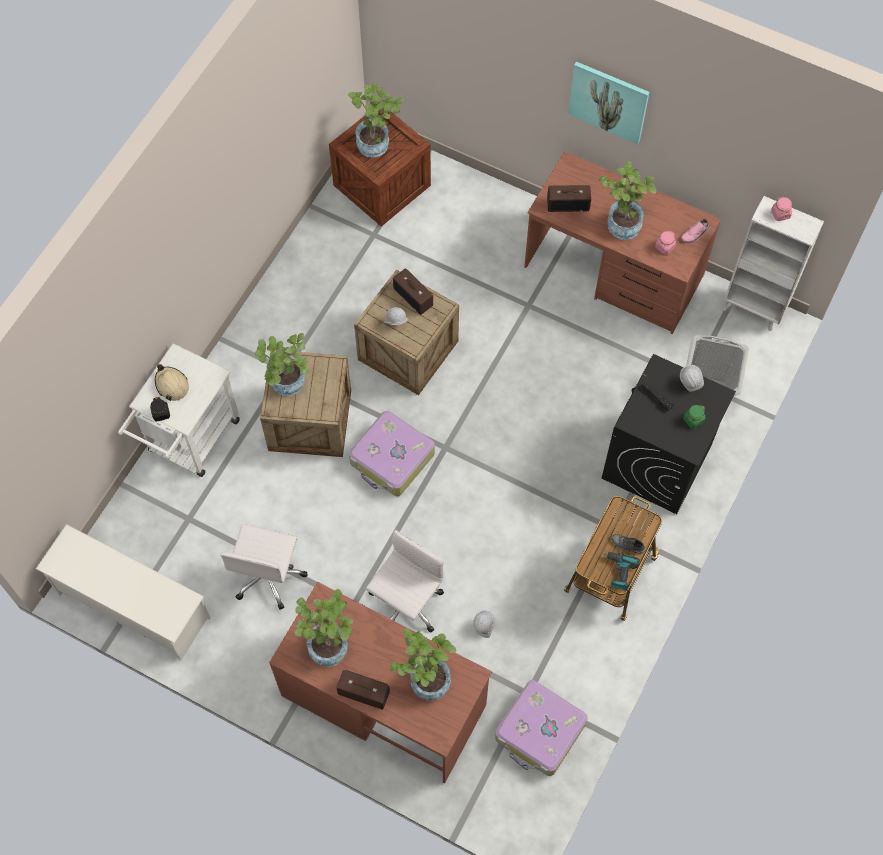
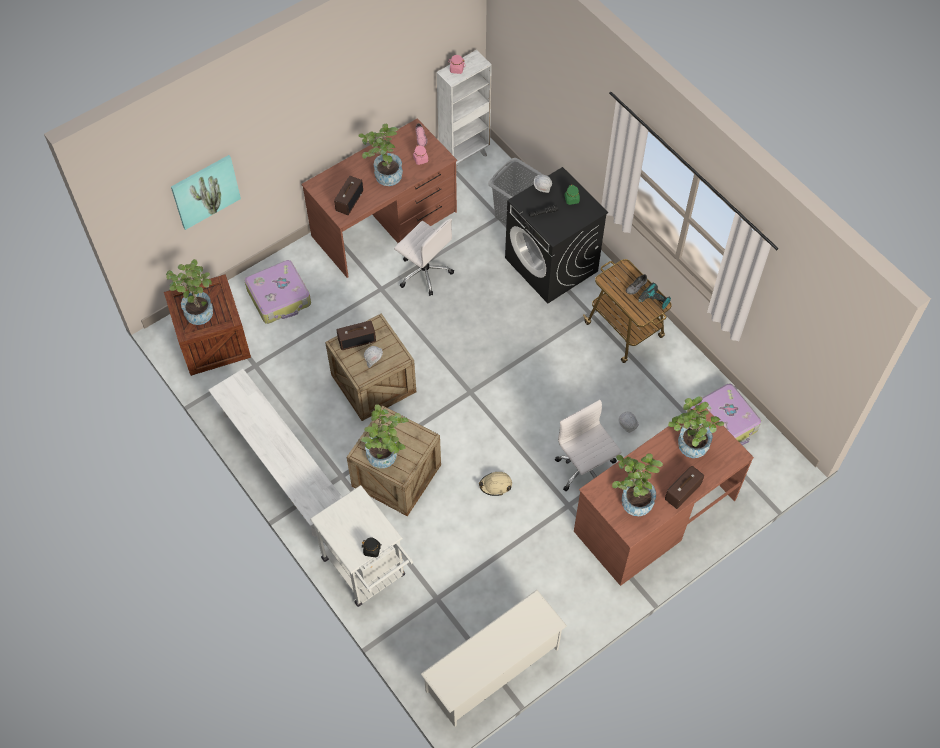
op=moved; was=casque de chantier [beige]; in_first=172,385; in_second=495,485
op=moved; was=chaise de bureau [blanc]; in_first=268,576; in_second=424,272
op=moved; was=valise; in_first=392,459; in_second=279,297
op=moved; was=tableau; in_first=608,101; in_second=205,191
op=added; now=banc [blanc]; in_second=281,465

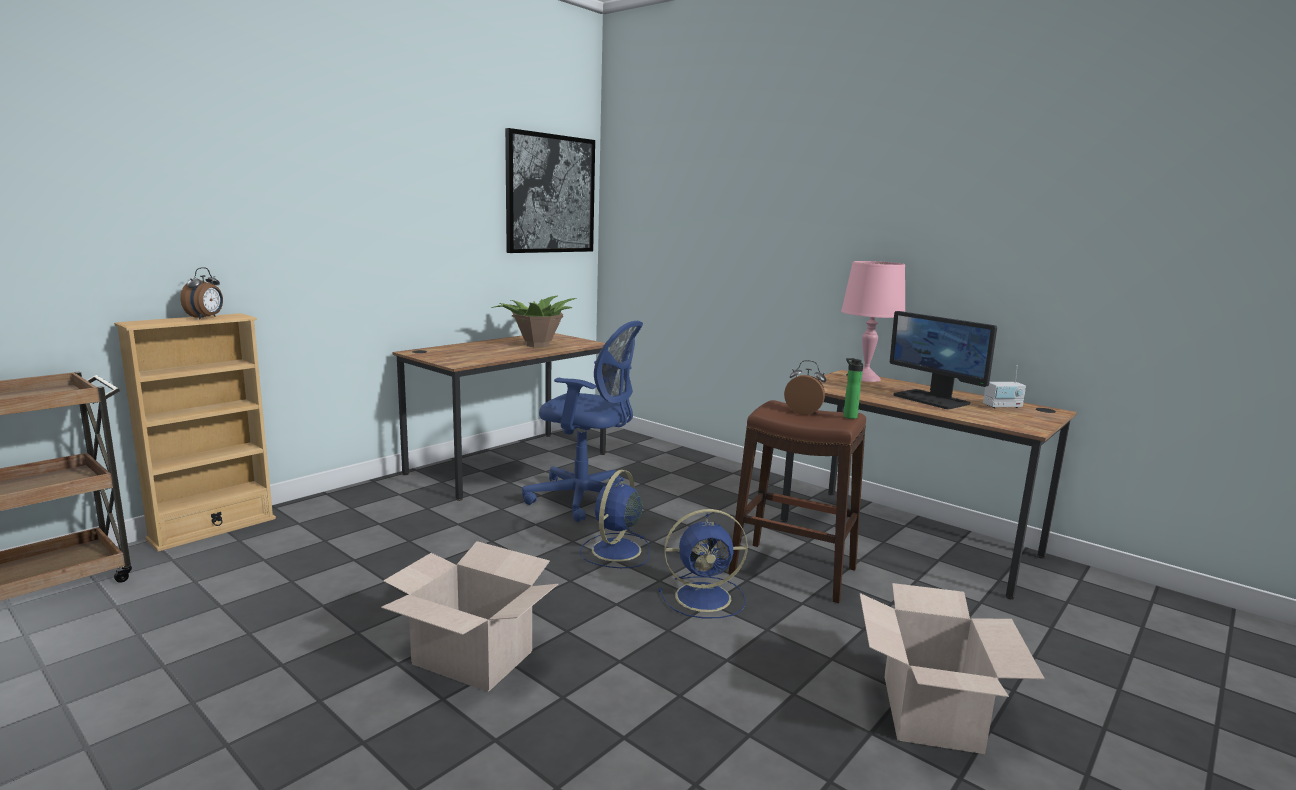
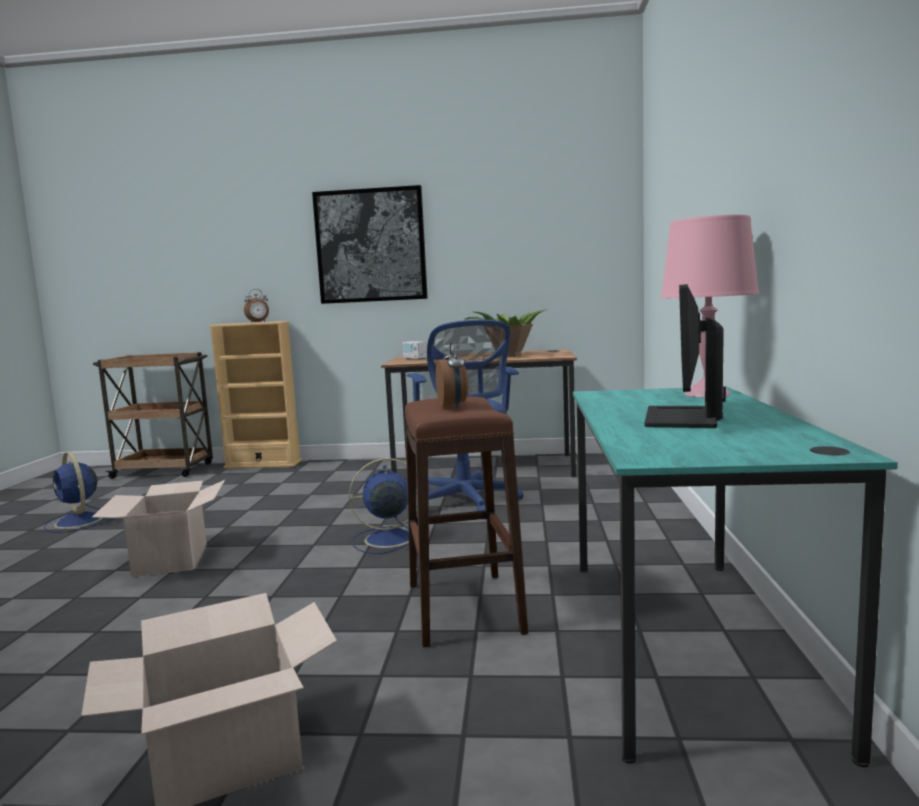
op=moved; was=tableau; in_first=550,194; in_second=371,246
op=moved; was=ventilateur [bleu]; in_first=705,597; in_second=79,522
op=recoloured; was=bureau [marron]; now=bureau [turquoise]; in_first=907,538; in_second=685,640
op=removed; was=bouteille; in_first=849,416
op=moved; was=radio; in_first=1002,406; in_second=415,359

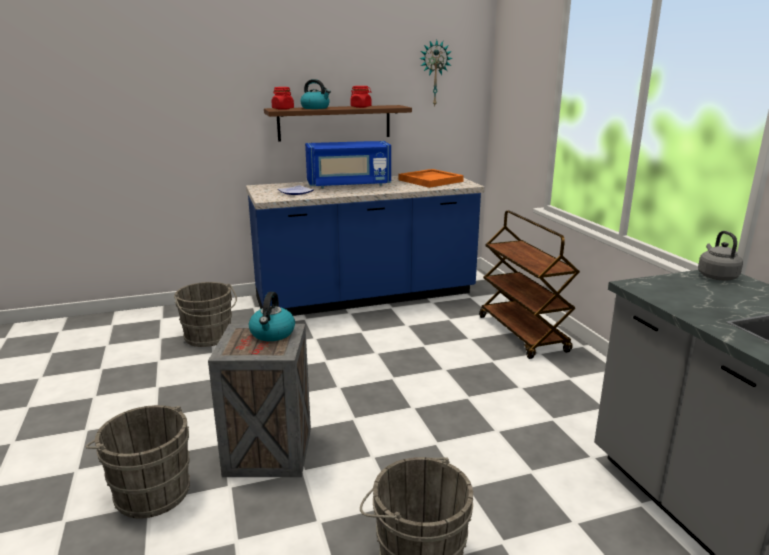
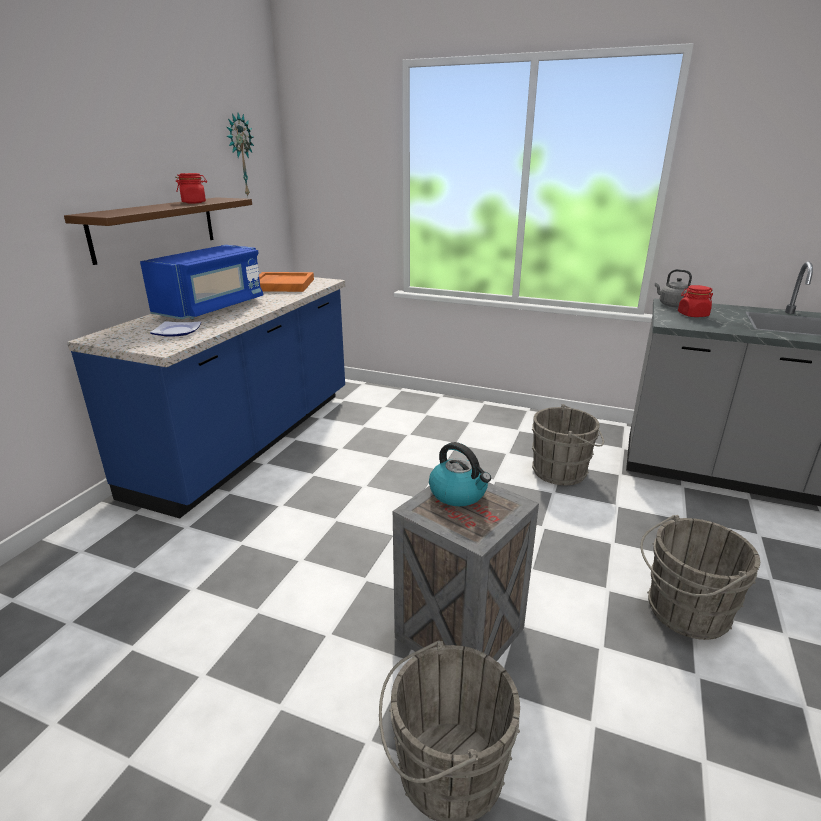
op=moved; was=seau [gris]; in_first=209,338; in_second=563,471
op=moved; was=bocal [rouge]; in_first=283,109; in_second=692,315
op=removed; was=bouilloire; in_first=315,108
op=removed; was=chariot [marron]; in_first=523,334

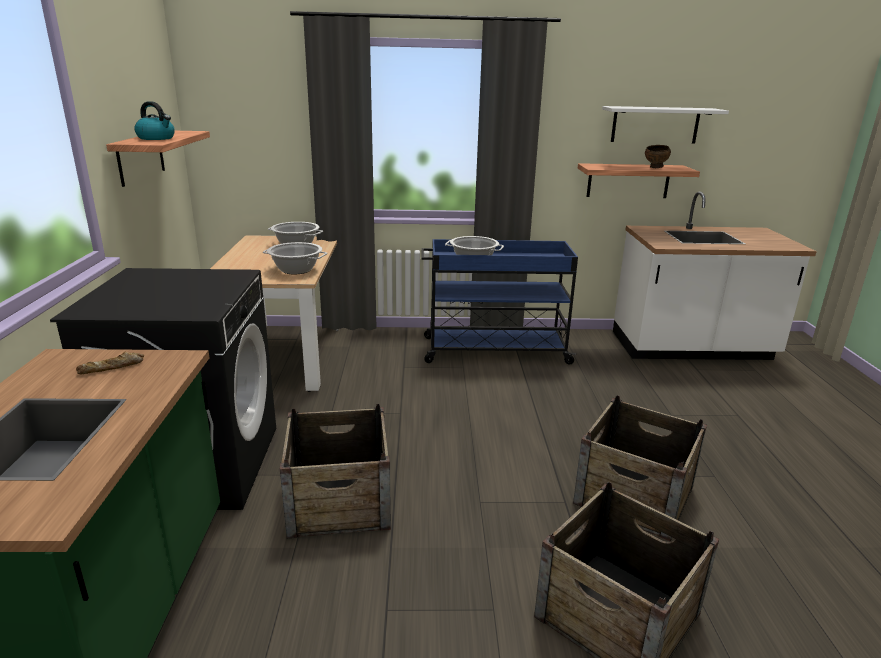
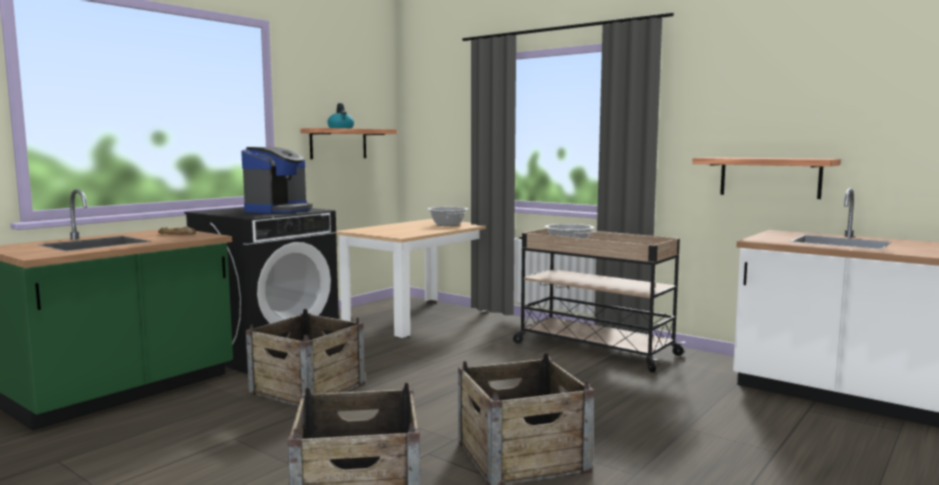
op=removed; was=marmite; in_first=296,270
op=recoloured; was=chariot [bleu]; now=chariot [beige]; in_first=493,350; in_second=593,348
op=removed; was=étagère [blanc]; in_first=655,125
op=removed; was=bol [marron]; in_first=655,167
op=added; now=machine à café; in_second=278,210

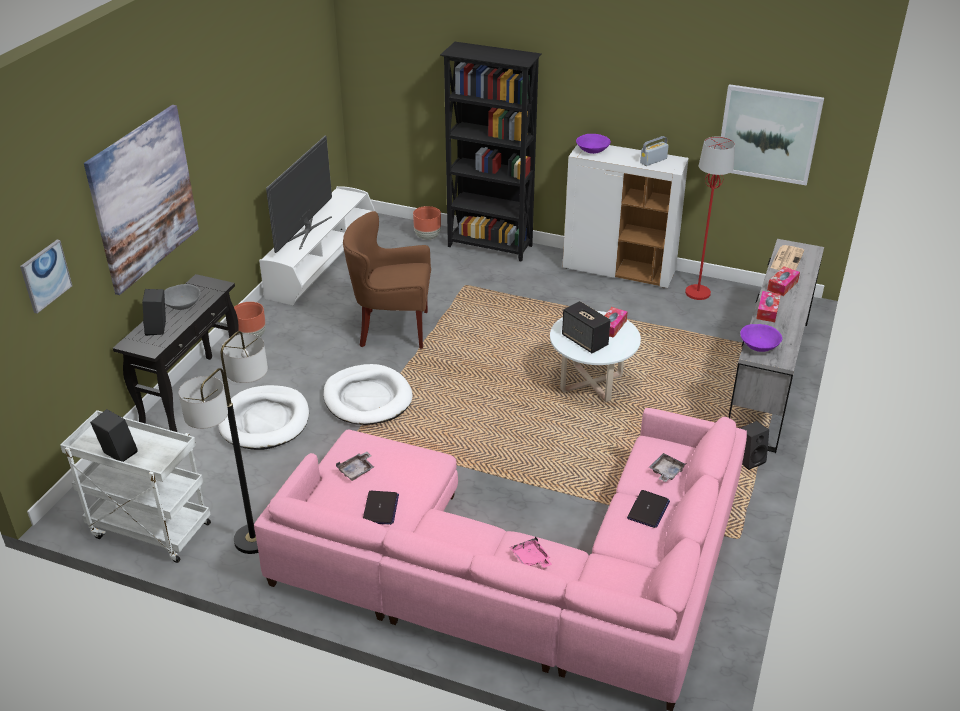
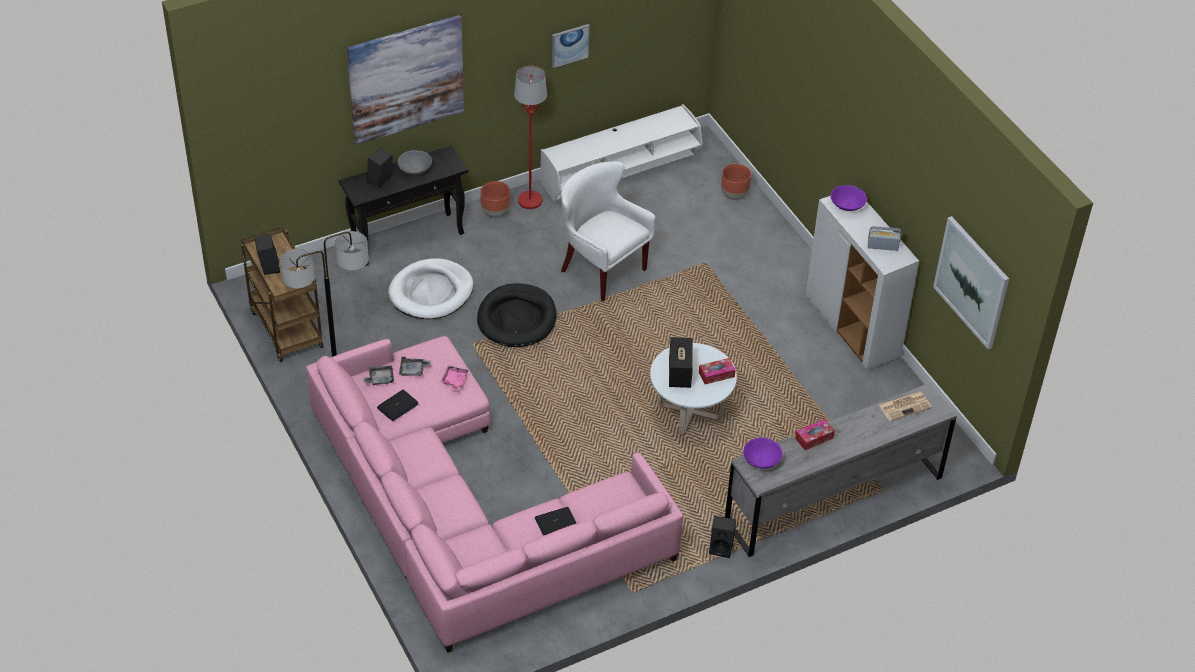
op=moved; was=tableau; in_first=45,276; in_second=570,45
op=recoloured; was=chariot [blanc]; now=chariot [marron]; in_first=149,530; in_second=285,328
op=removed; was=téléviseur; in_first=306,230
op=recoloured; was=panier pour chien [blanc]; now=panier pour chien [noir]; in_first=367,398; in_second=517,319
op=recoloured; was=fauteuil [marron]; now=fauteuil [blanc]; in_first=392,329; in_second=601,269
op=removed; was=bibliothèque [noir]; in_first=490,247
op=moved; was=plateau [rose]; in_first=530,559; in_second=454,381
op=moved; was=plateau [gris]; in_first=666,472; in_second=380,378
op=moved; was=lampadaire [rouge]; in_first=698,293; in_second=530,200
op=removed; was=boîte à mouchoirs; in_first=782,285

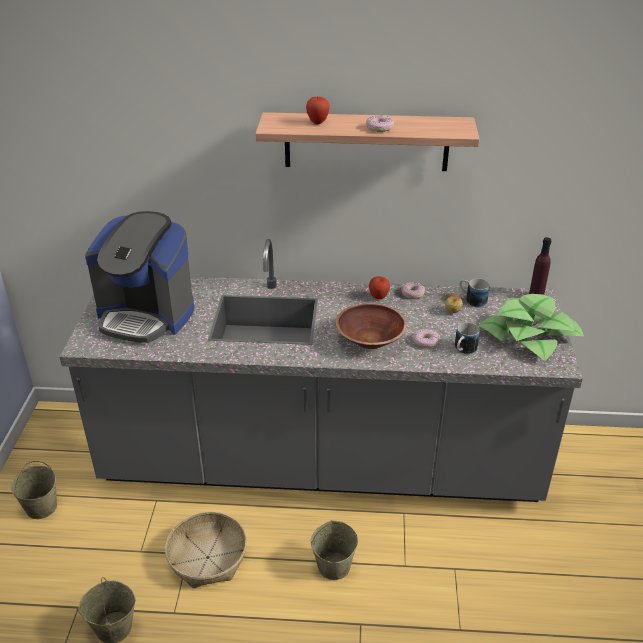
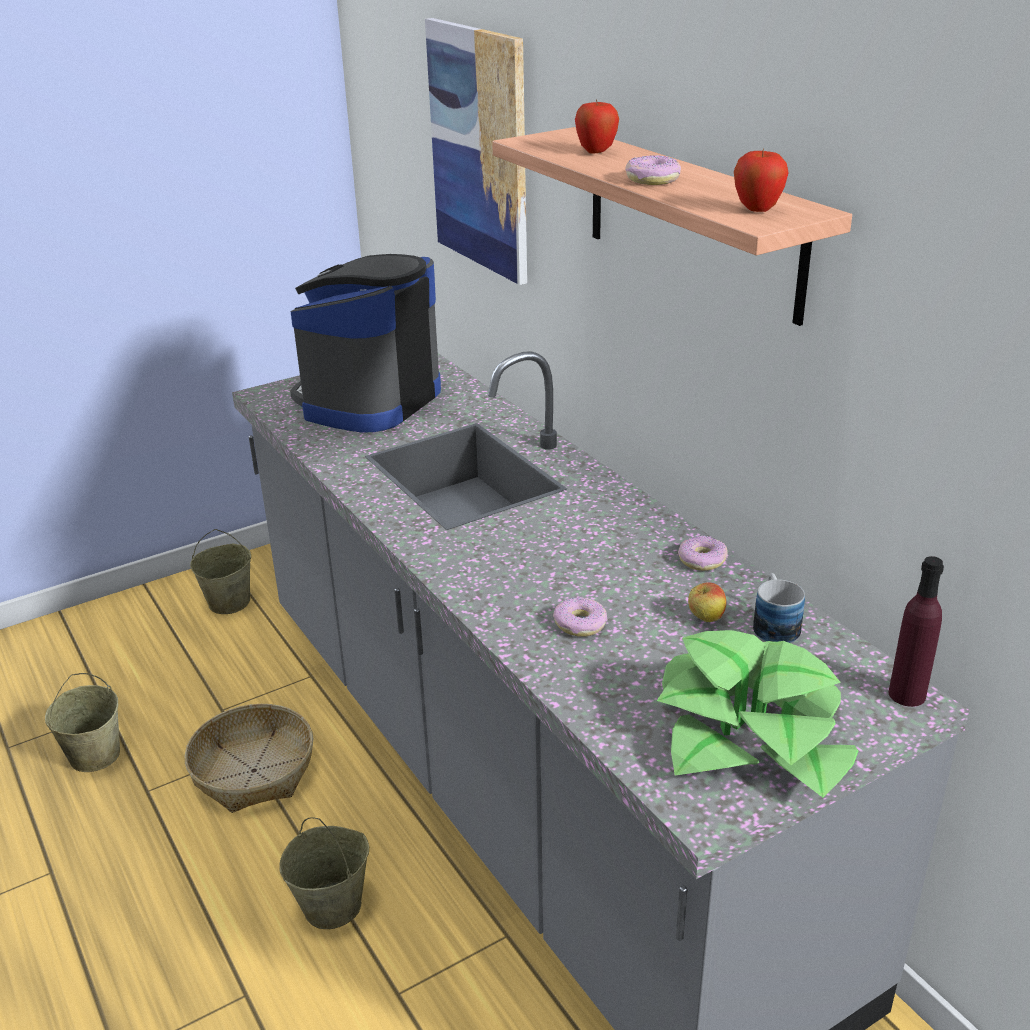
op=turned; was=machine à café; in_first=146,315; in_second=368,400; clockwise=45
op=removed; was=bol [marron]; in_first=370,340
op=moved; was=pomme; in_first=378,297; in_second=757,210
op=removed; was=mug; in_first=463,350
op=added; now=tableau; in_second=480,150

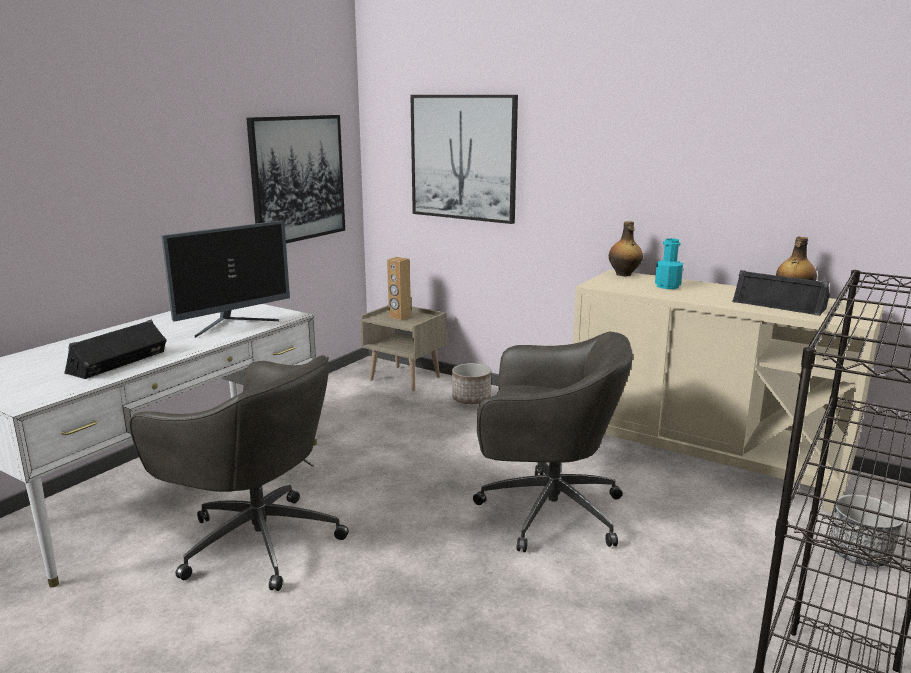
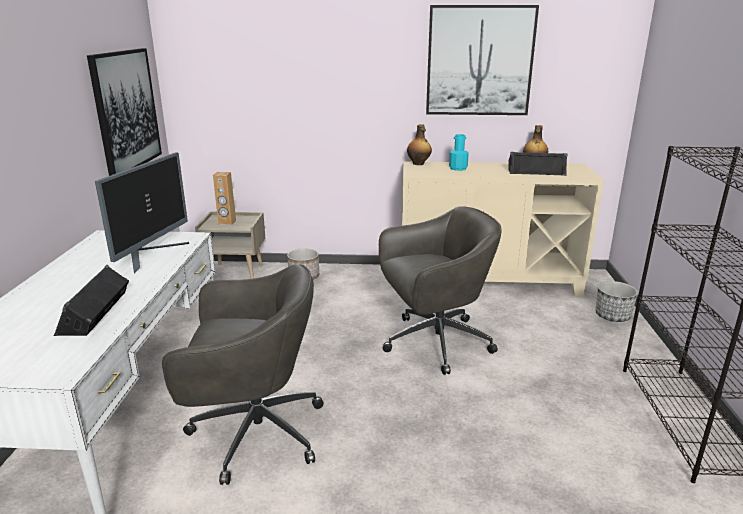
op=moved; was=tableau; in_first=463,157; in_second=479,61

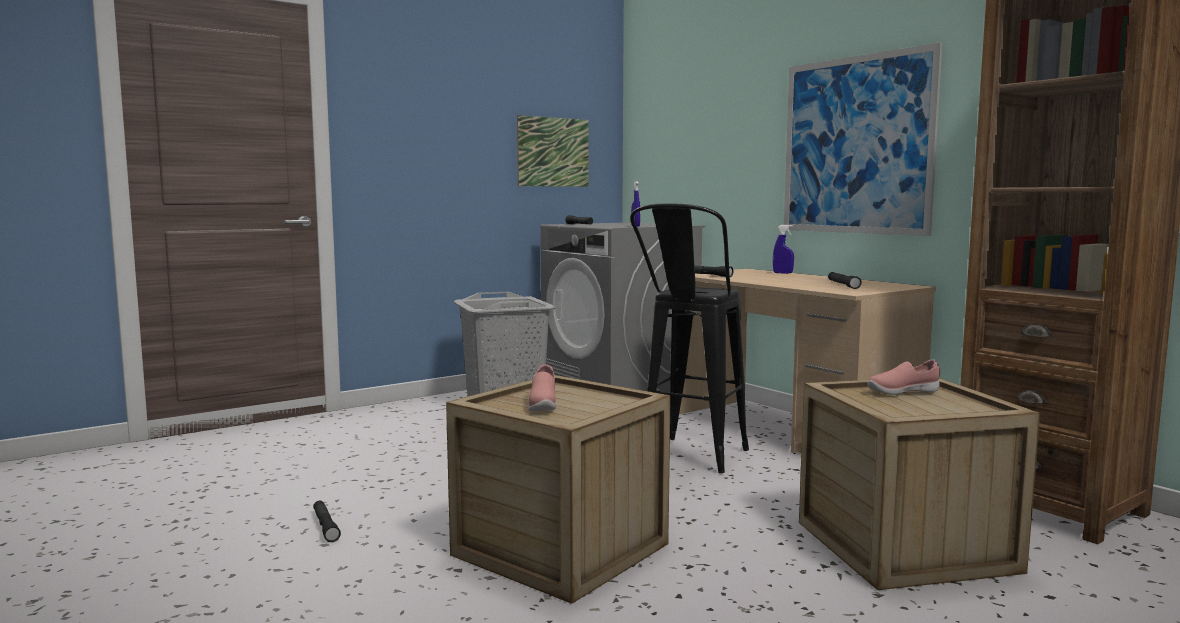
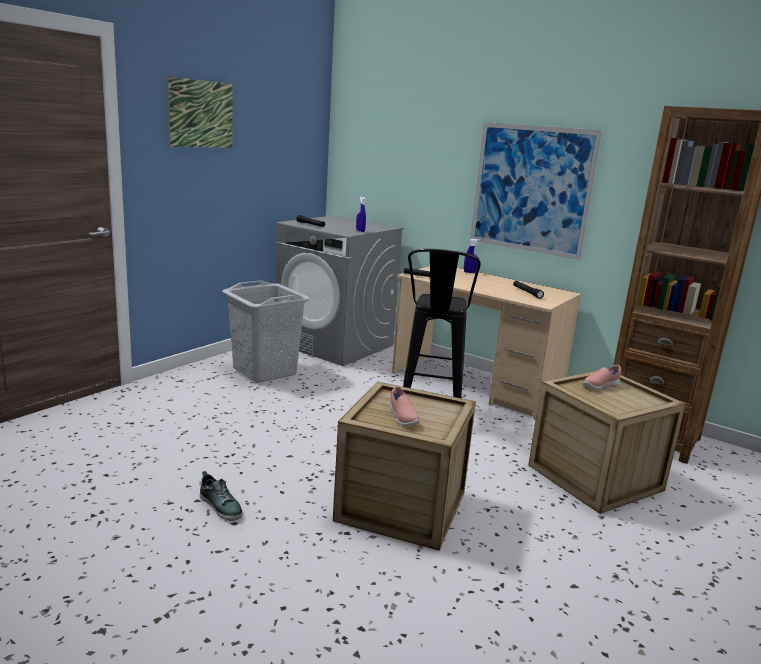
op=replaced; was=lampe de poche [noir]; now=chaussure; in_first=325,526; in_second=221,506
op=moved; was=tableau; in_first=553,152; in_second=201,114

